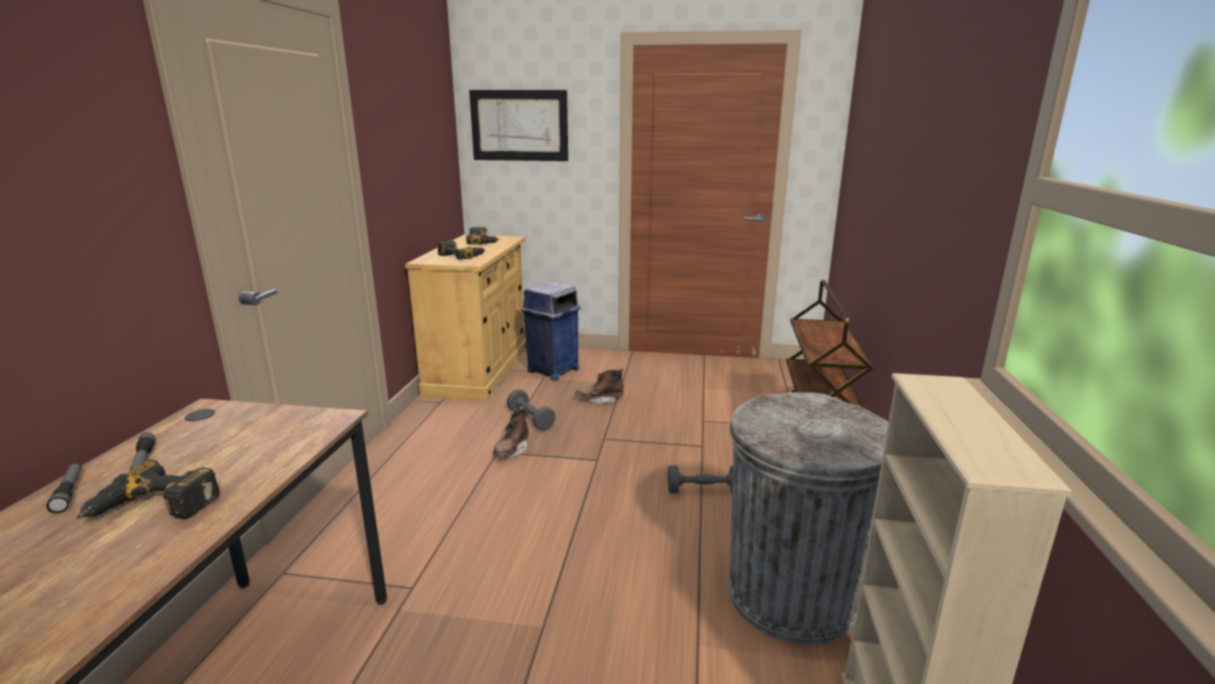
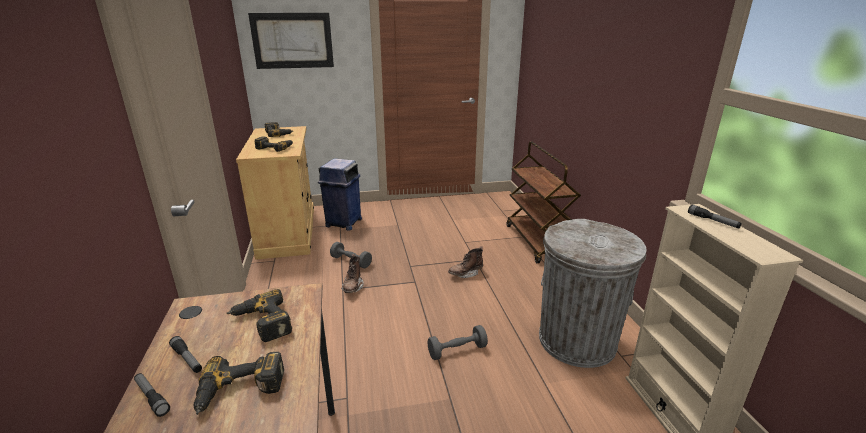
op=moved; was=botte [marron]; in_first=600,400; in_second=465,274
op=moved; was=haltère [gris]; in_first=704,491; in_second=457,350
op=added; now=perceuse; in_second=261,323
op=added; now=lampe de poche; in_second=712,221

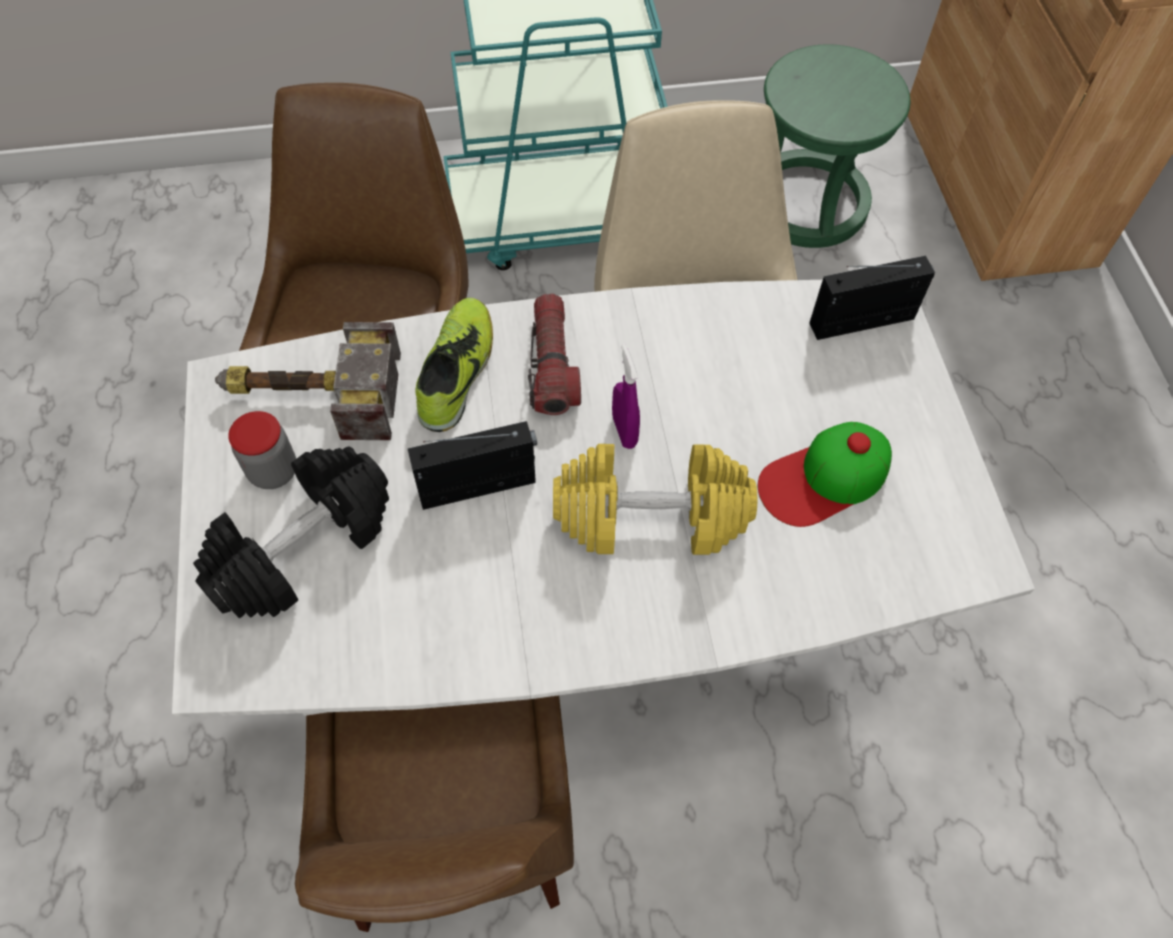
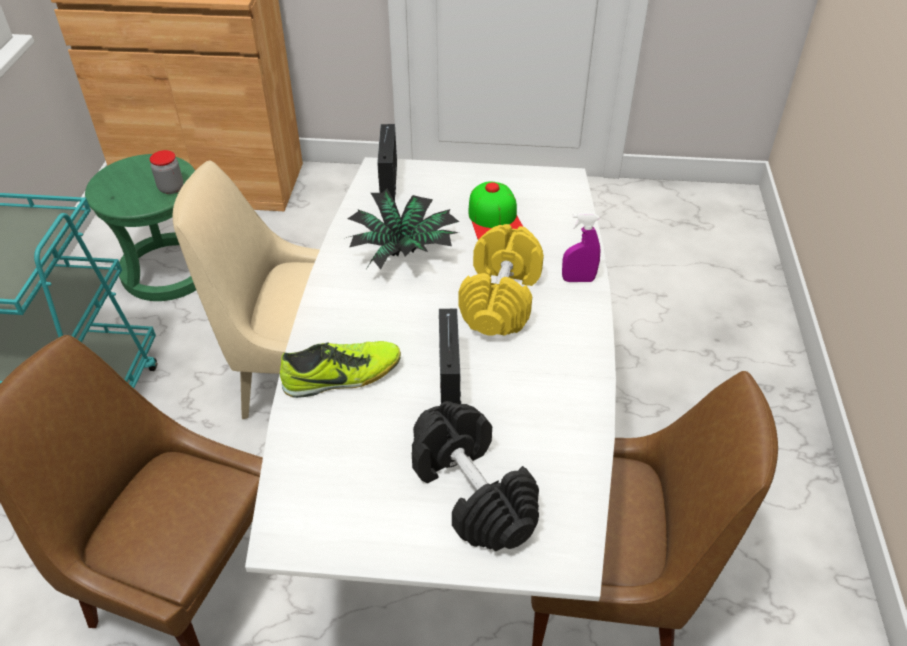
op=removed; was=marteau; in_first=309,395
op=moved; was=bocal; in_first=273,471; in_second=171,188
op=turned; was=chaussure; in_first=457,371; in_second=342,377; clockwise=135
op=removed; was=lampe de poche; in_first=552,365
op=moved; was=vaporisateur [violet]; in_first=624,431; in_second=578,279
op=added; now=plante en pot; in_second=403,253

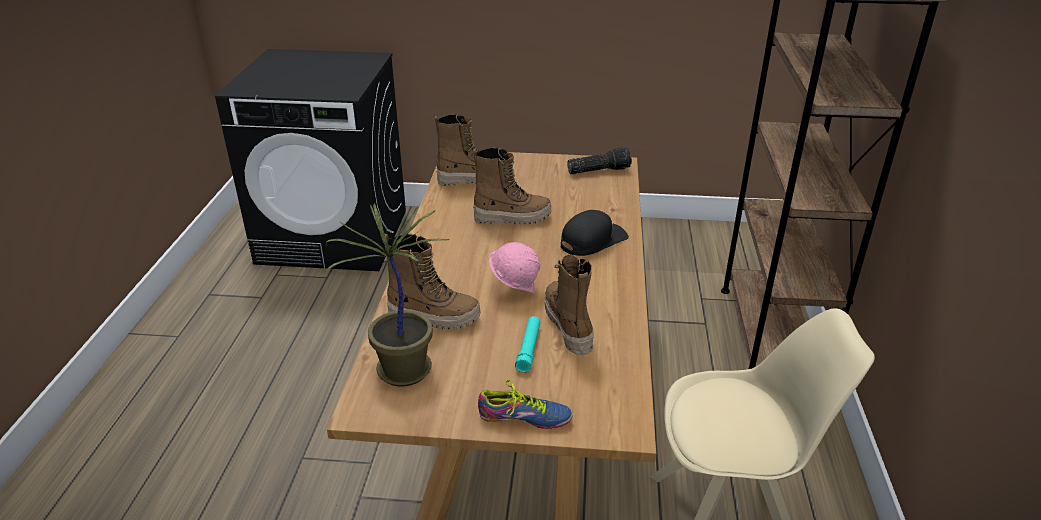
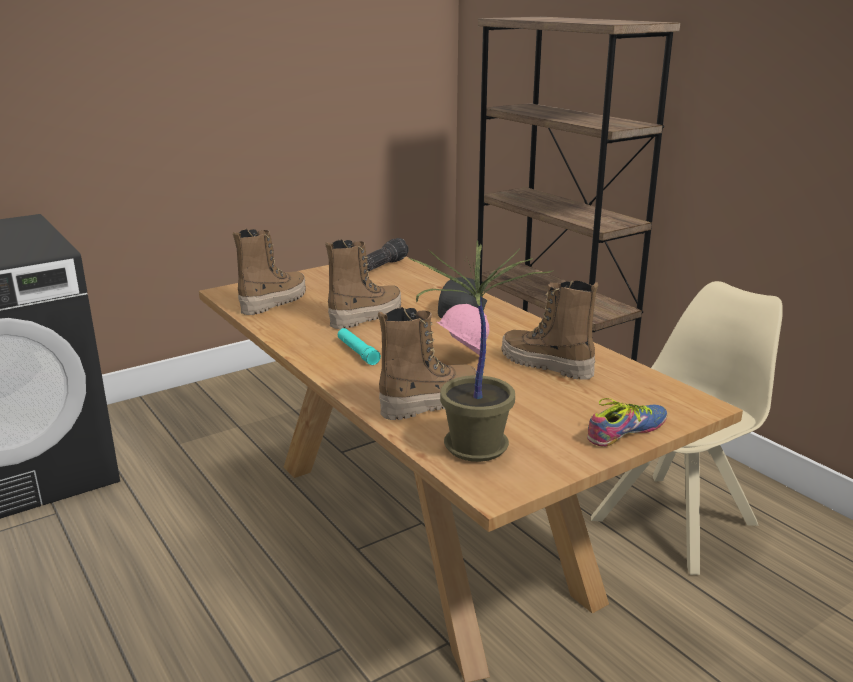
op=moved; was=lampe de poche [turquoise]; in_first=528,348; in_second=358,352

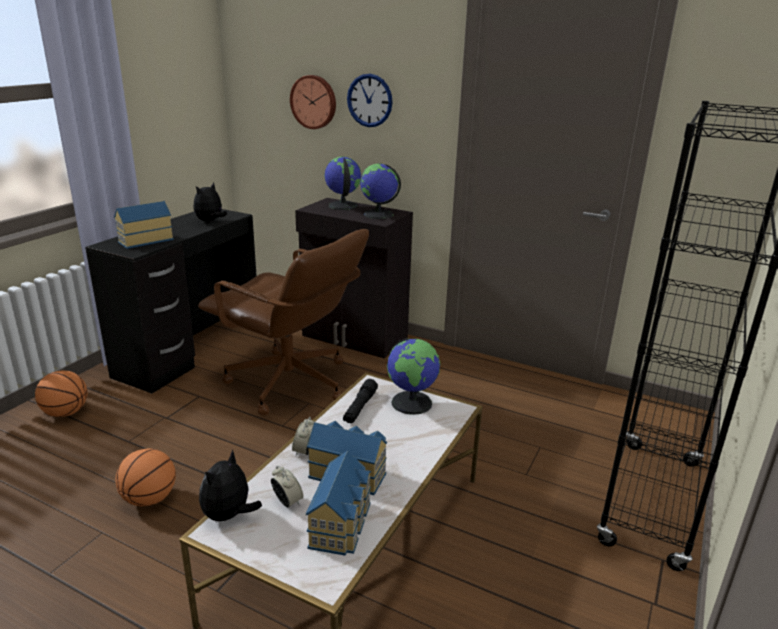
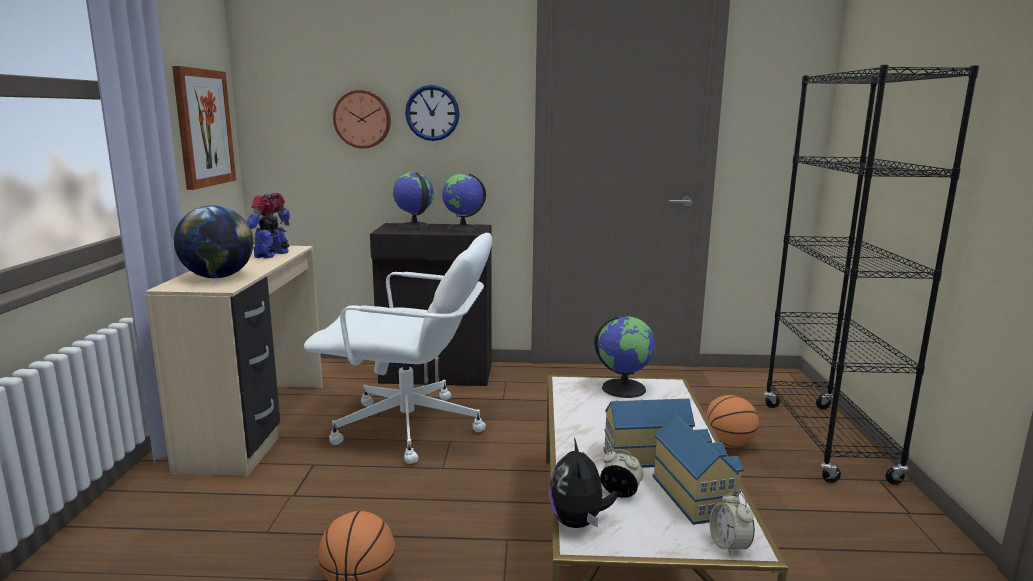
op=moved; was=ballon de basket; in_first=66,413; in_second=728,444
op=recoloured; was=bureau [noir]; now=bureau [beige]; in_first=192,352; in_second=259,424
op=replaced; was=maison miniature; now=globe; in_first=144,240; in_second=218,277
op=replaced; was=peluche; now=robot jouet; in_first=210,221; in_second=273,255
op=recoloured; was=chaise de bureau [marron]; now=chaise de bureau [blanc]; in_first=289,383; in_second=410,428
op=moved; was=réveil; in_first=305,451; in_second=729,546
op=removed; was=lampe de poche [noir]; in_first=360,407
op=added; now=tableau; in_second=203,128

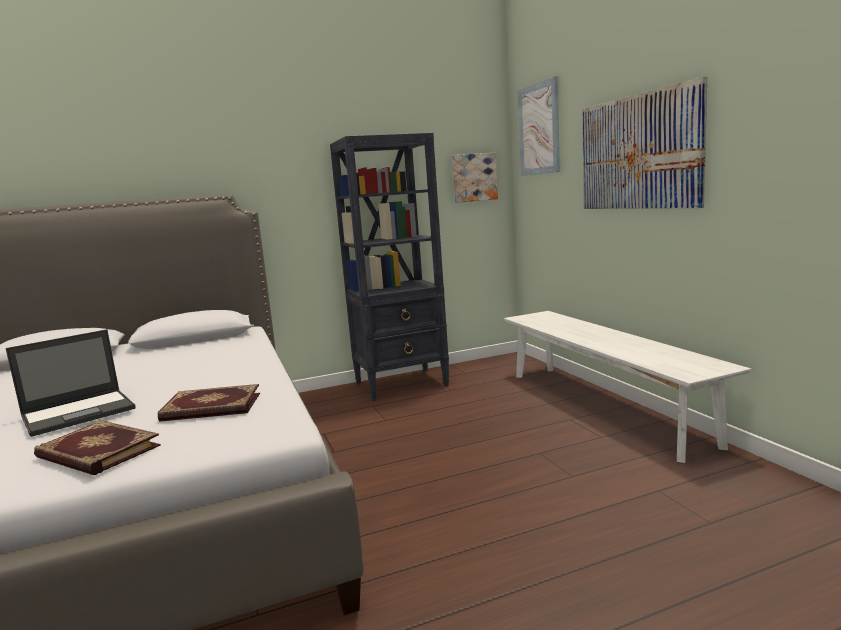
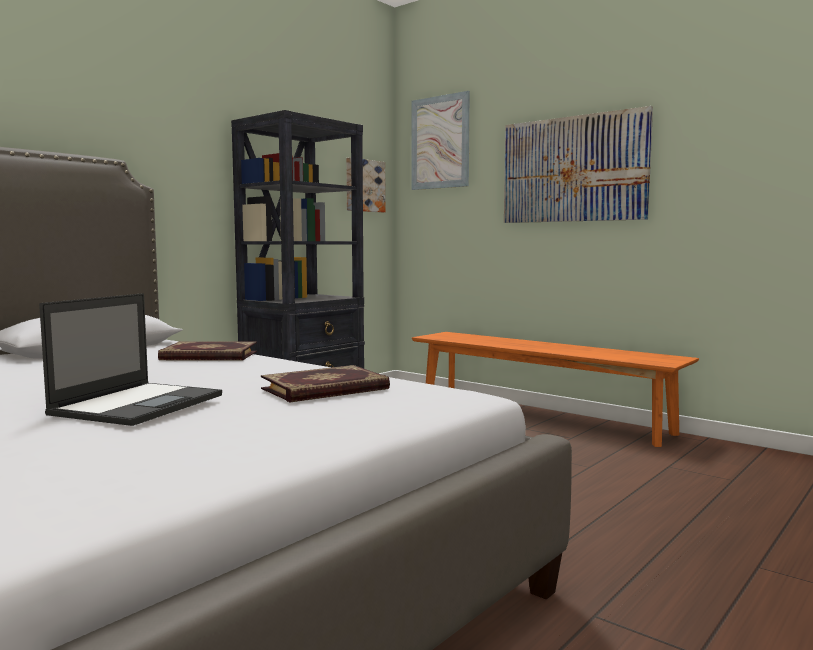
op=moved; was=livre; in_first=97,452; in_second=209,356
op=recoloured; was=banc [blanc]; now=banc [orange]; in_first=602,406; in_second=539,416

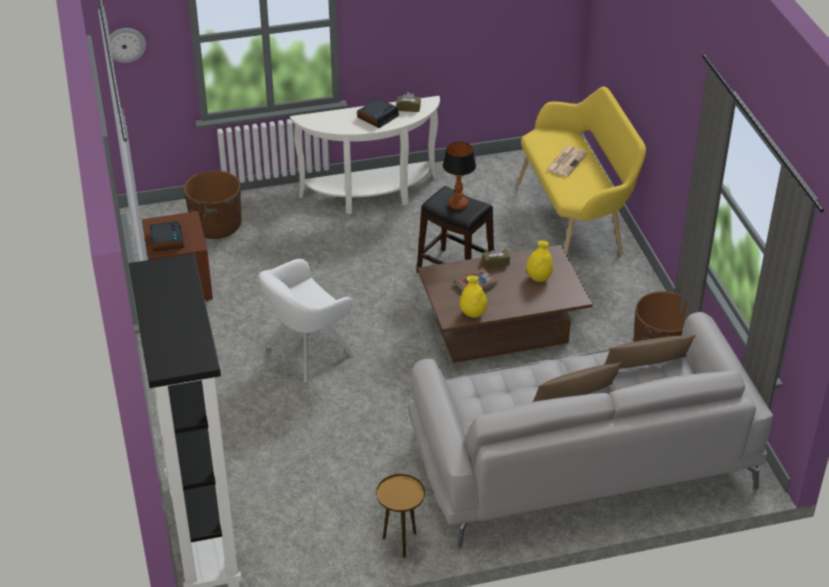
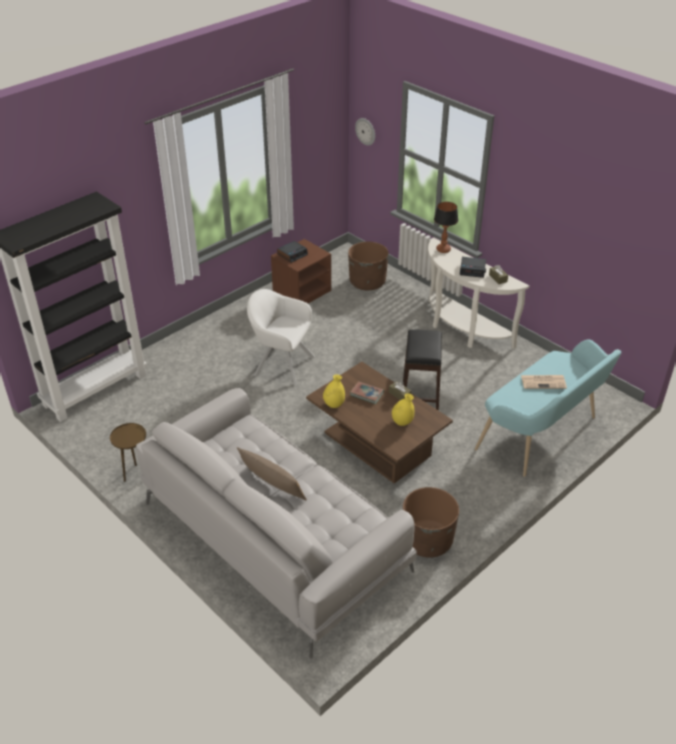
op=moved; was=lampe de table; in_first=458,204; in_second=443,249
op=recoloured; was=banc [jaune]; now=banc [turquoise]; in_first=575,219; in_second=542,435
op=removed; was=coussin [marron]; in_first=646,368

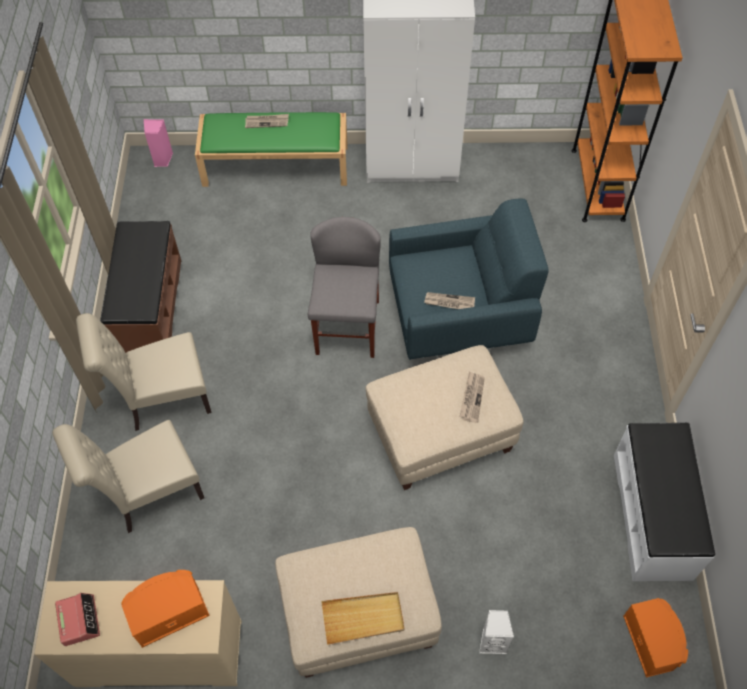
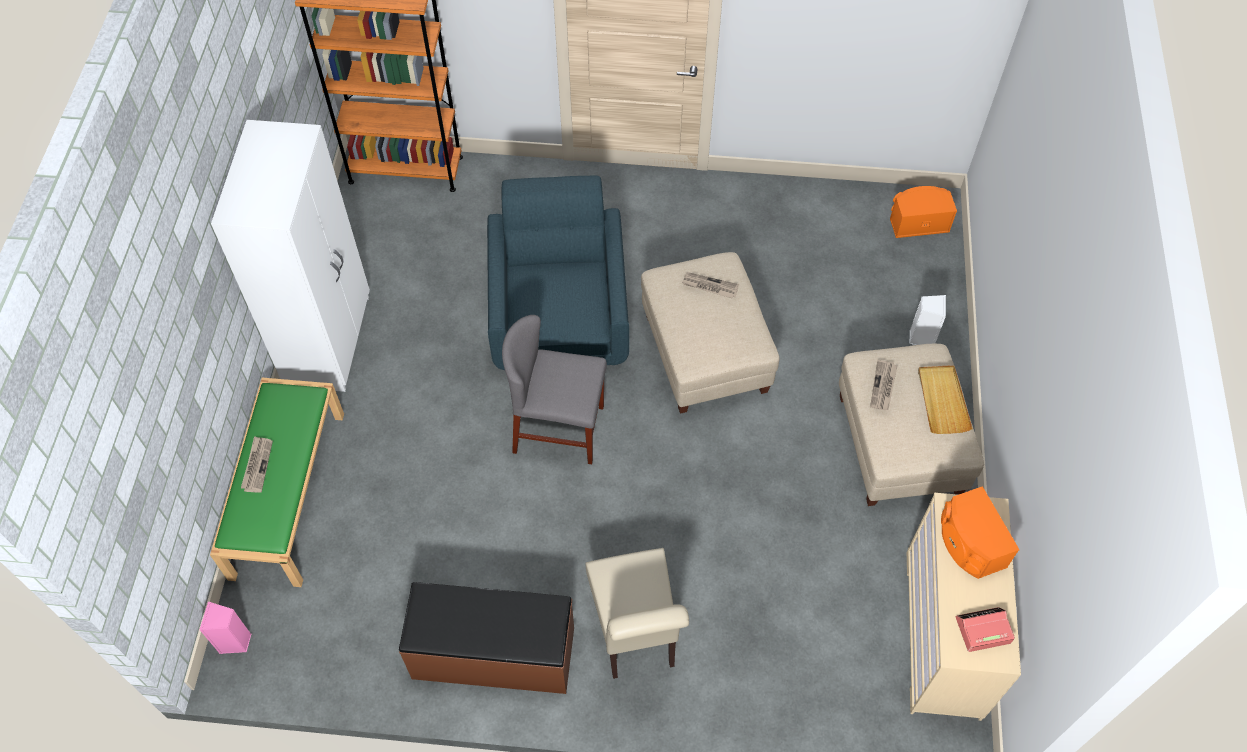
op=removed; was=chaise [beige]; in_first=149,495
op=moved; was=journal; in_first=449,302; in_second=883,387
op=removed; was=banc [blanc]; in_first=653,515

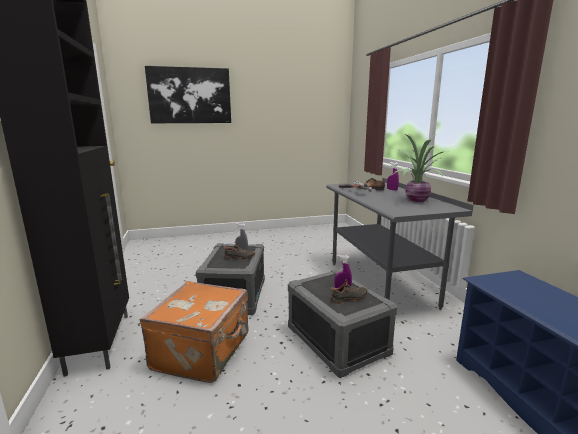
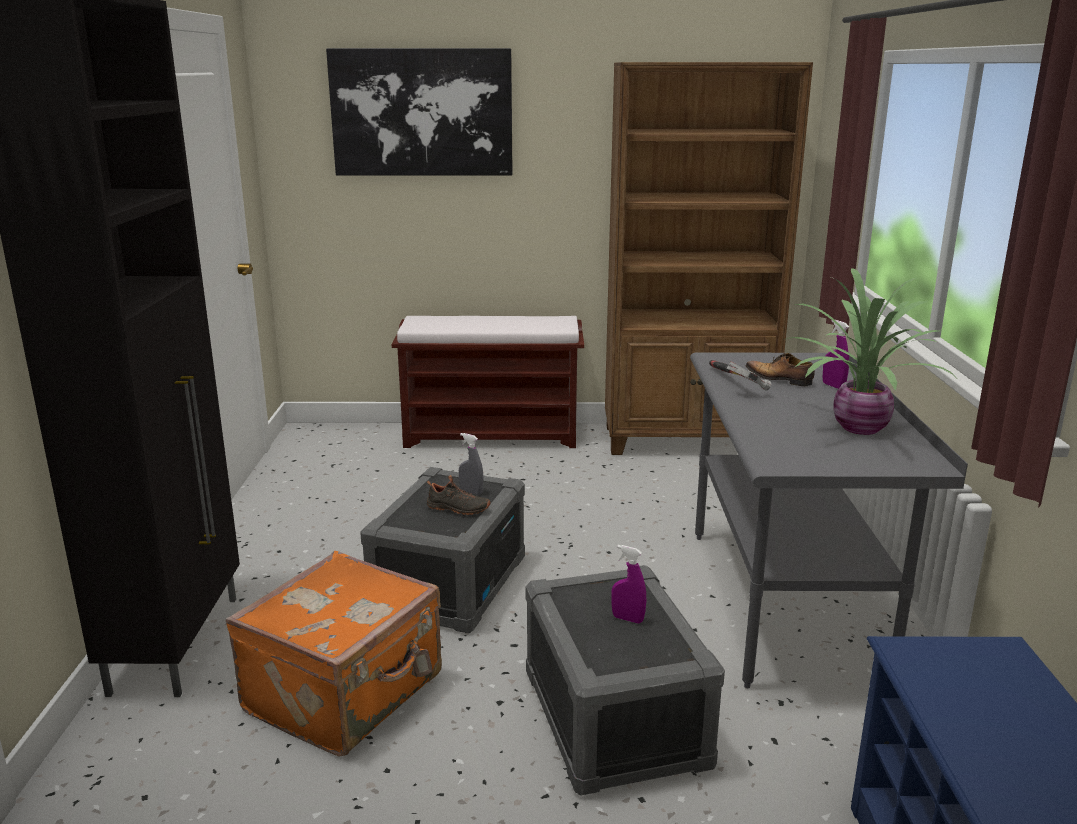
op=removed; was=chaussure [noir]; in_first=349,299
op=added; now=banc [marron]; in_second=493,435
op=added; now=bibliothèque [marron]; in_second=687,441

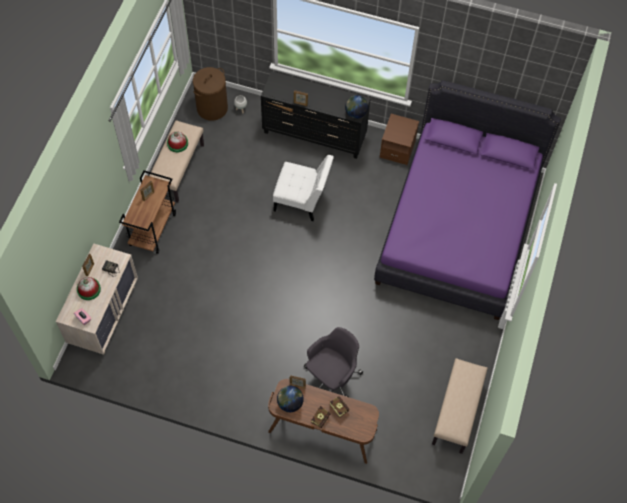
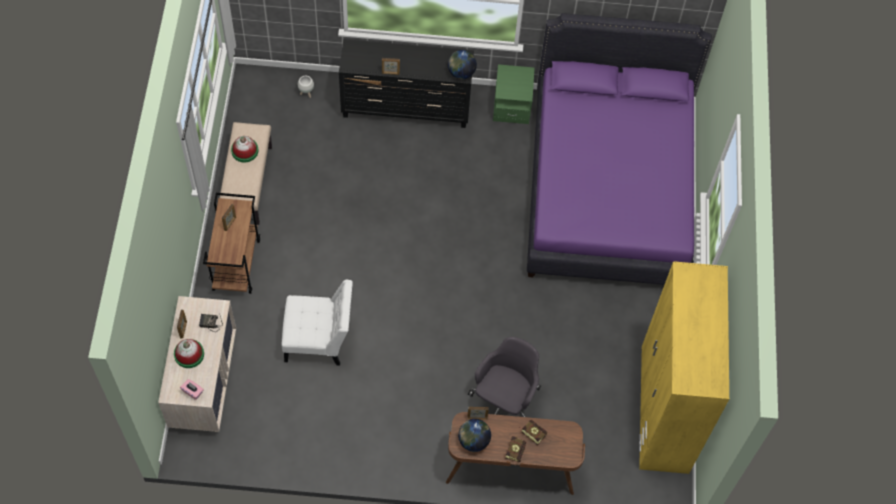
op=removed; was=panier à linge [marron]; in_first=212,108
op=moved; was=chaise [blanc]; in_first=302,201; in_second=319,340
op=recoloured; was=table de chevet [marron]; now=table de chevet [vert]; in_first=397,149; in_second=512,106
op=replaced; was=banc [beige]; now=armoire [jaune]; in_first=457,412; in_second=664,410

